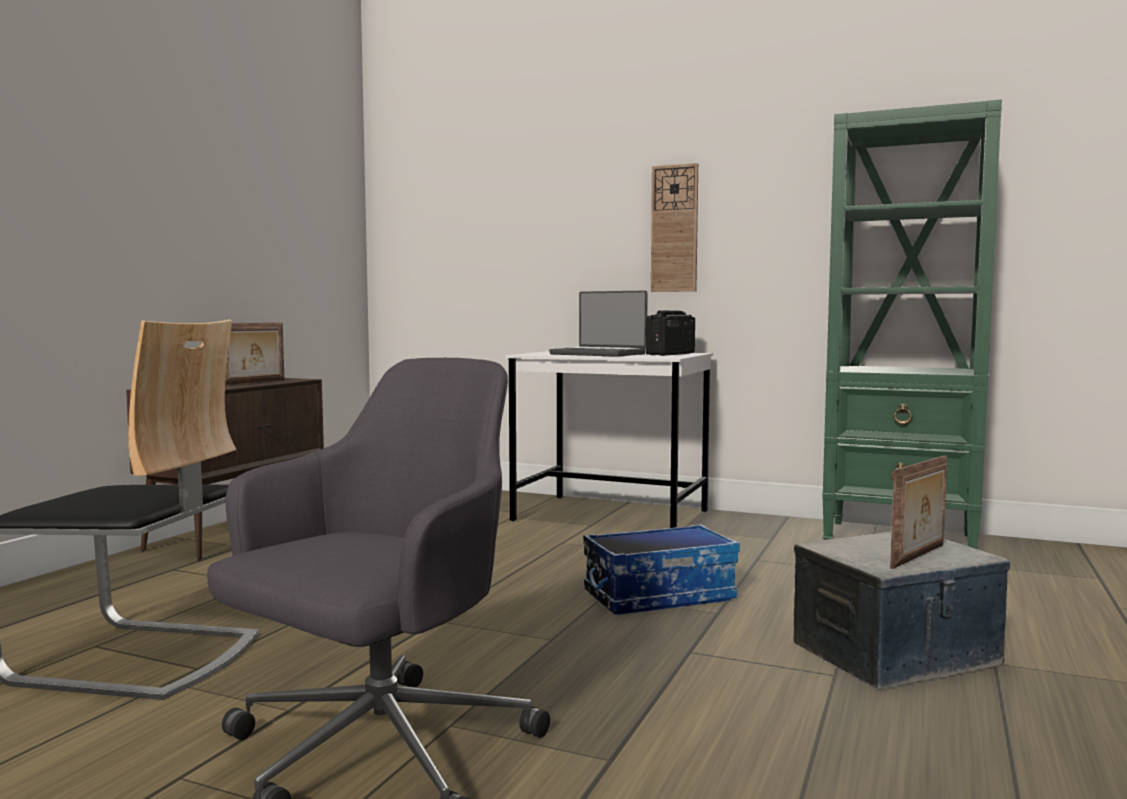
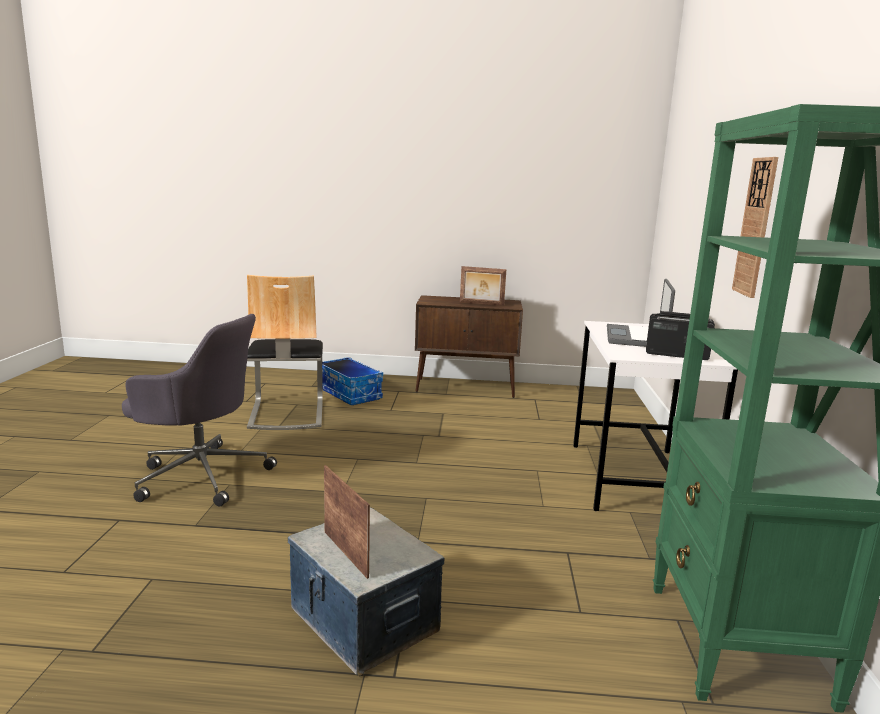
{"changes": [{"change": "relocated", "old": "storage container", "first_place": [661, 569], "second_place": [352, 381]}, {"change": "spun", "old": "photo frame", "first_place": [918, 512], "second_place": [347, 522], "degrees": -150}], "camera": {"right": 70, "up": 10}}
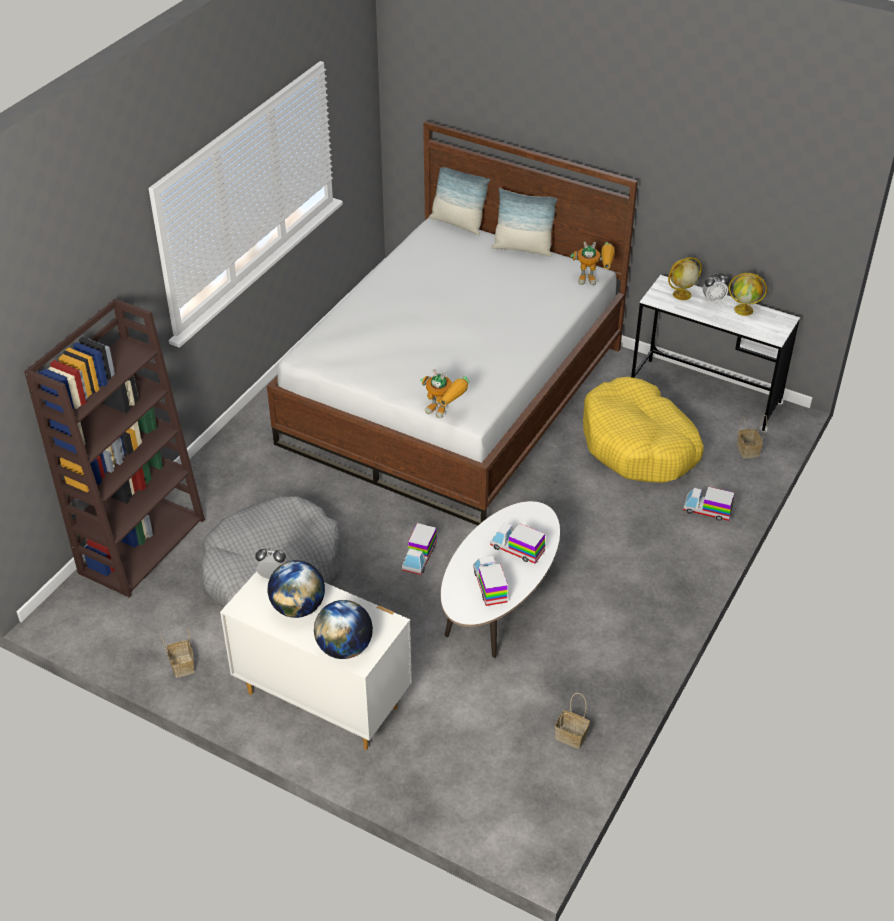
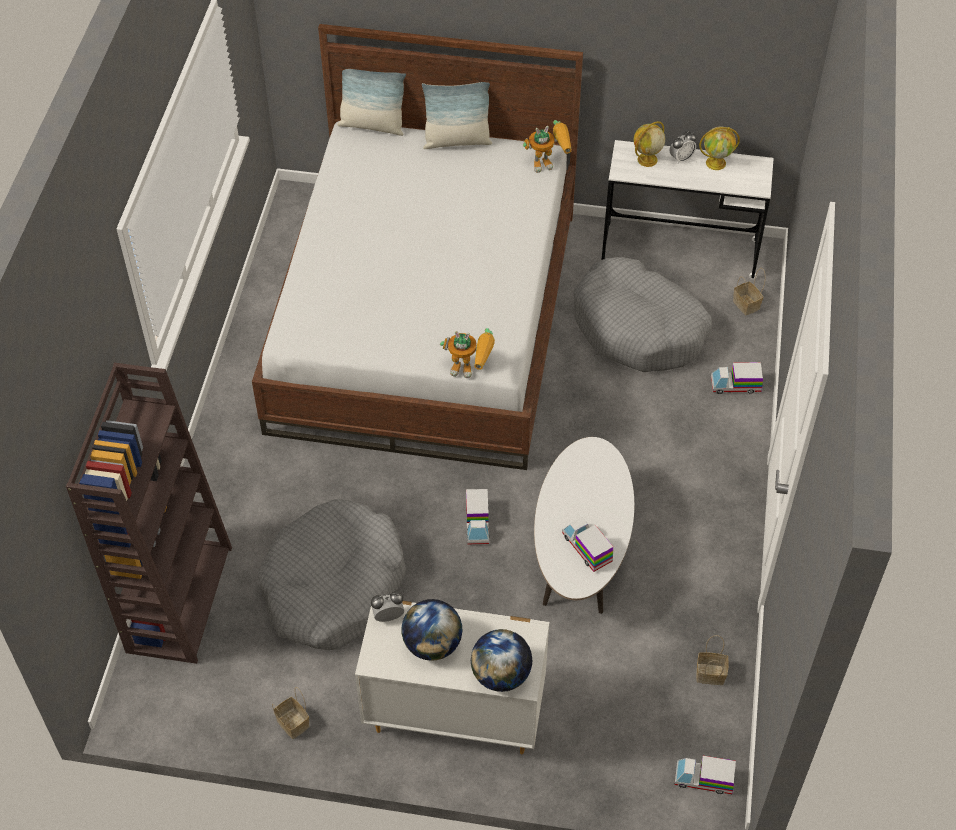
{"changes": [{"change": "relocated", "old": "toy lorry", "first_place": [517, 543], "second_place": [705, 775]}, {"change": "colour", "old": "dog cushion in yellow-coloured", "new": "dog cushion in greyish", "first_place": [643, 430], "second_place": [643, 314]}], "camera": {"right": -20, "up": 10}}
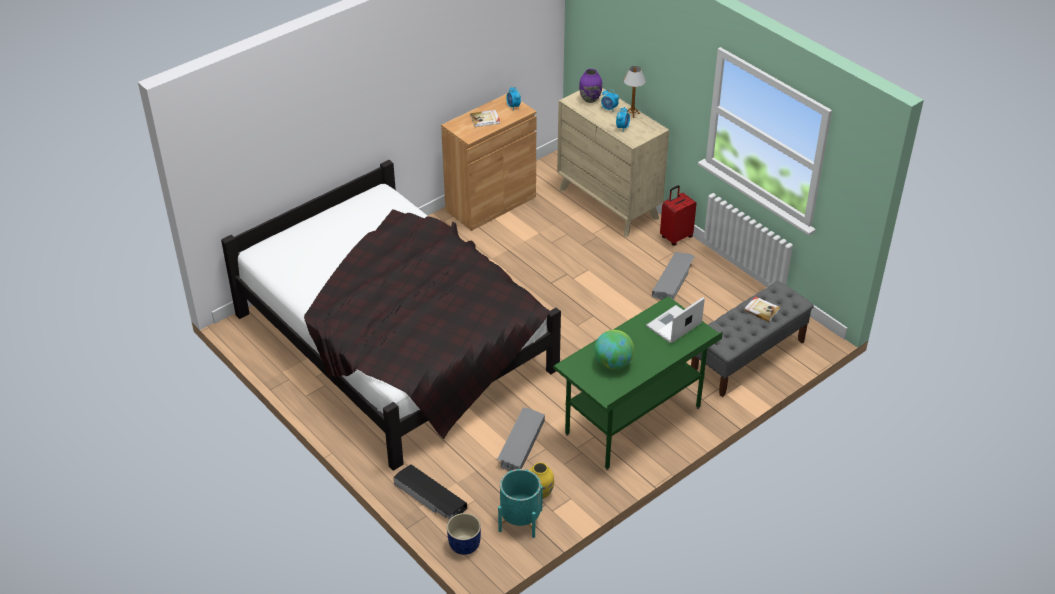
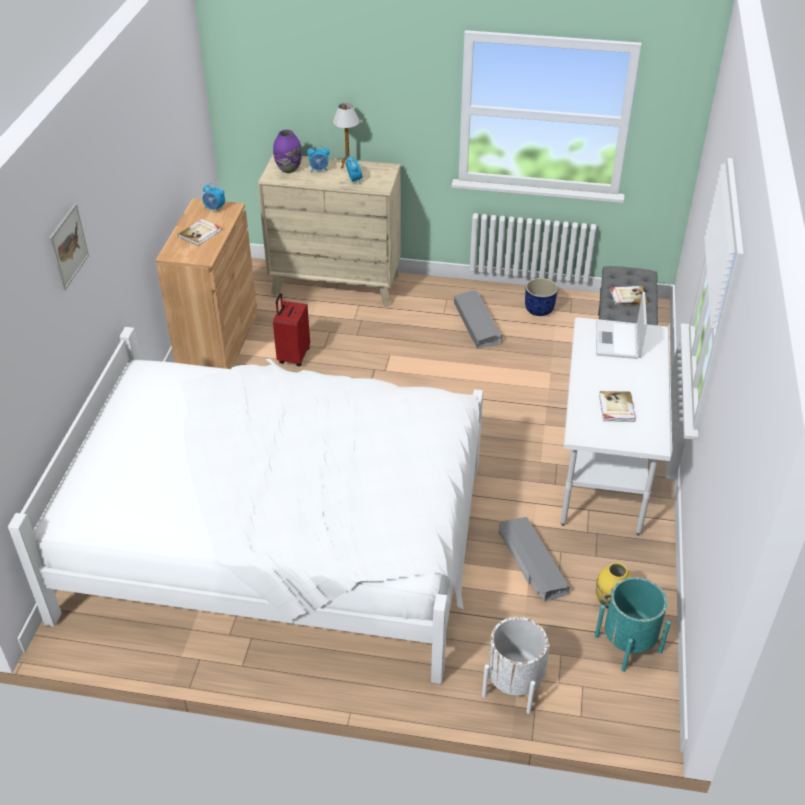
{"changes": [{"change": "colour", "old": "bedroom bed in blackish", "new": "bedroom bed in white", "first_place": [391, 315], "second_place": [245, 505]}, {"change": "exchanged", "old": "storage container in blackish", "new": "plant pot in white", "first_place": [430, 491], "second_place": [516, 665]}, {"change": "relocated", "old": "plant pot in blue-coloured", "first_place": [464, 534], "second_place": [541, 297]}, {"change": "colour", "old": "desk table in green-coloured", "new": "desk table in white", "first_place": [638, 383], "second_place": [616, 426]}, {"change": "exchanged", "old": "globe", "new": "volume", "first_place": [614, 350], "second_place": [617, 406]}, {"change": "relocated", "old": "travel case in reddish", "first_place": [678, 215], "second_place": [291, 329]}, {"change": "appeared", "new": "wall picture", "second_place": [69, 247]}], "camera": {"right": -40, "up": 0}}
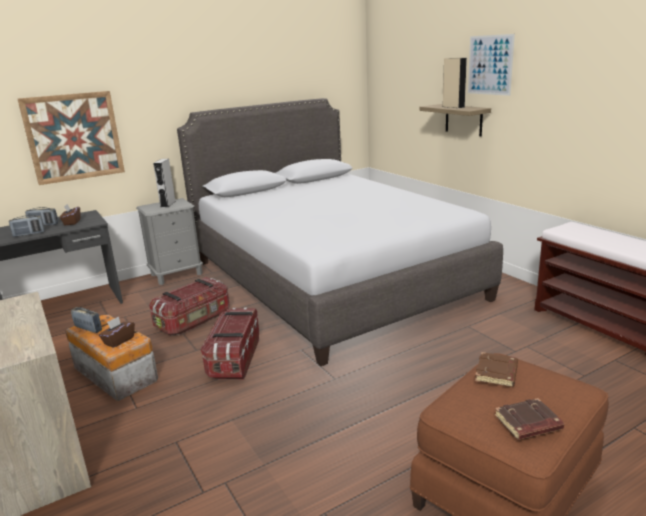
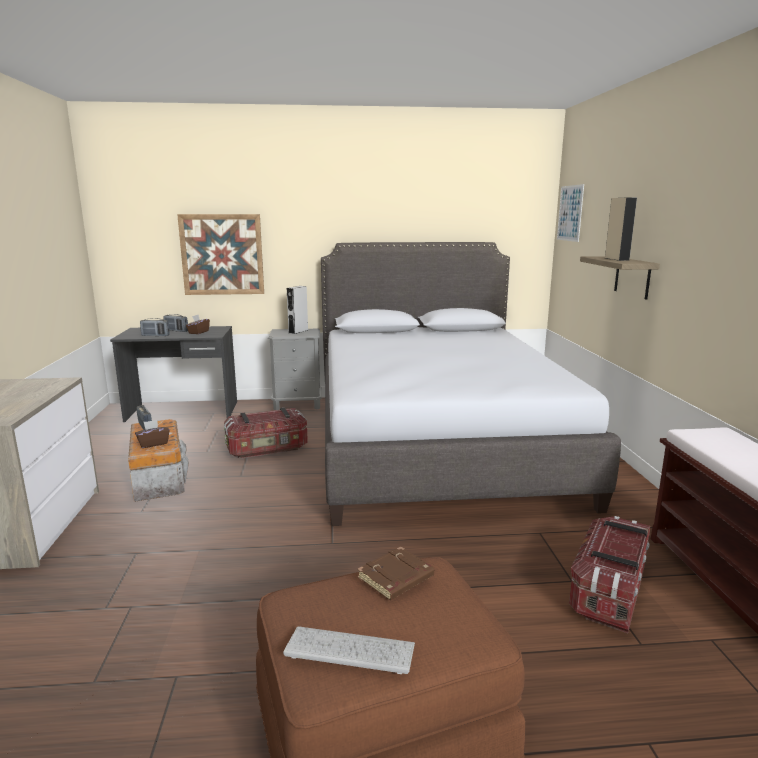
{"changes": [{"change": "relocated", "old": "storage container", "first_place": [230, 344], "second_place": [609, 574]}, {"change": "relocated", "old": "wall picture", "first_place": [491, 65], "second_place": [570, 213]}, {"change": "exchanged", "old": "volume in brownish", "new": "keyboard", "first_place": [529, 419], "second_place": [349, 650]}], "camera": {"right": 25, "up": -5}}
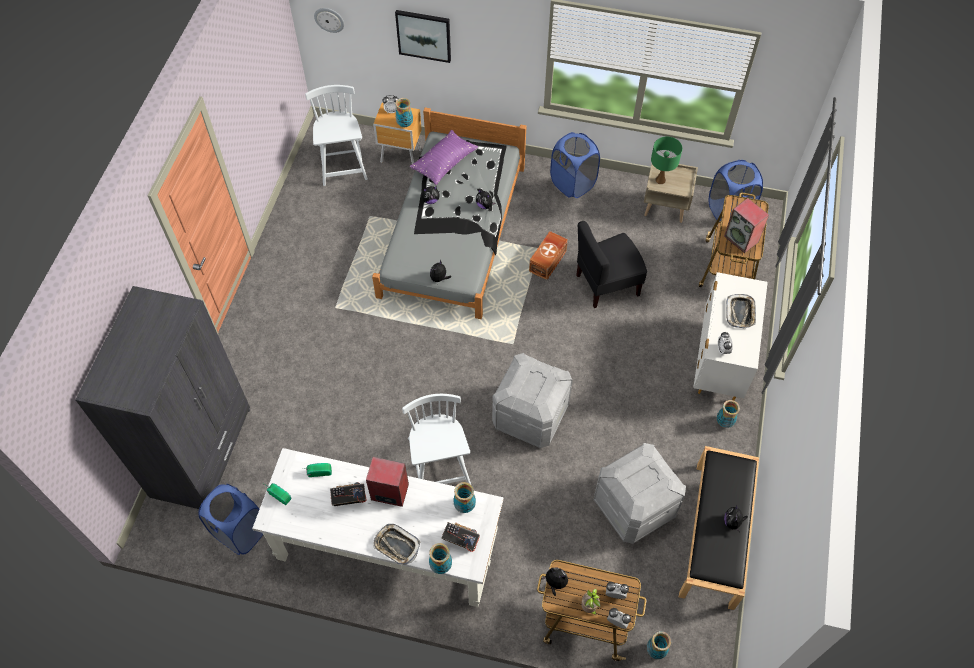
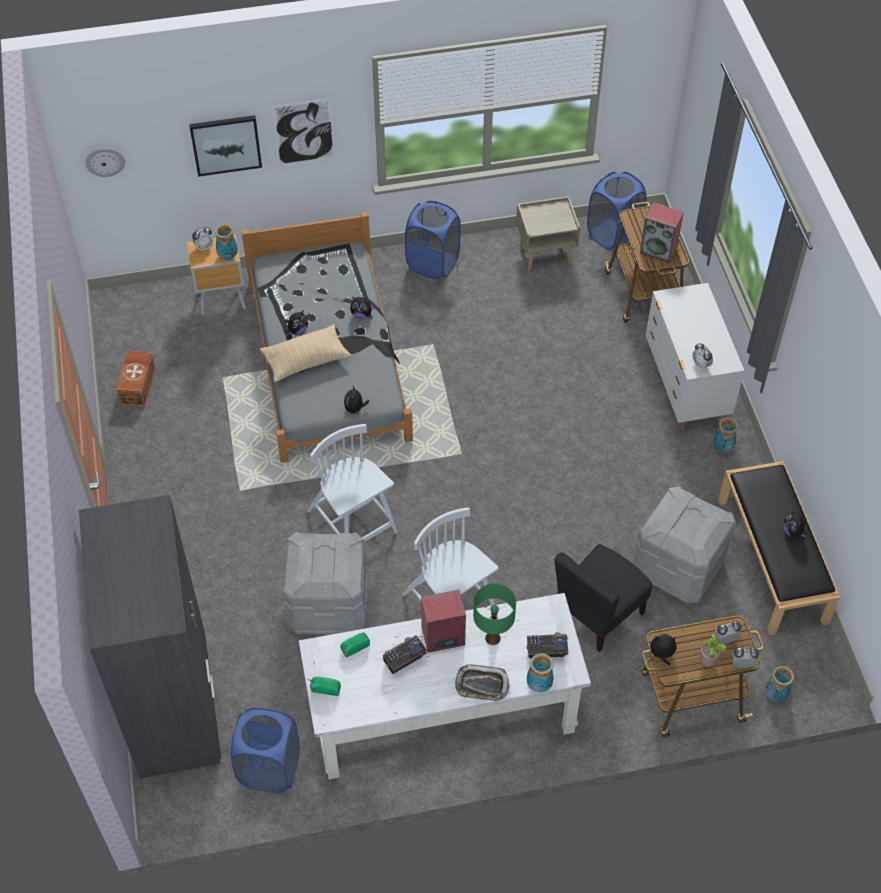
{"changes": [{"change": "relocated", "old": "plain chair in white", "first_place": [336, 135], "second_place": [352, 483]}, {"change": "missing", "old": "throw pillow in purplish", "first_place": [444, 157]}, {"change": "missing", "old": "decorative vase", "first_place": [464, 497]}, {"change": "relocated", "old": "storage container in greyish", "first_place": [532, 400], "second_place": [324, 583]}, {"change": "relocated", "old": "storage container in brownish", "first_place": [548, 255], "second_place": [135, 379]}, {"change": "relocated", "old": "plain chair in blackish", "first_place": [611, 264], "second_place": [604, 598]}, {"change": "relocated", "old": "tabletop lamp in green-coloured", "first_place": [666, 160], "second_place": [494, 614]}, {"change": "missing", "old": "tray", "first_place": [741, 311]}, {"change": "appeared", "new": "throw pillow in sand-coloured", "second_place": [306, 353]}, {"change": "appeared", "new": "wall picture", "second_place": [303, 131]}], "camera": {"right": -25, "up": -5}}
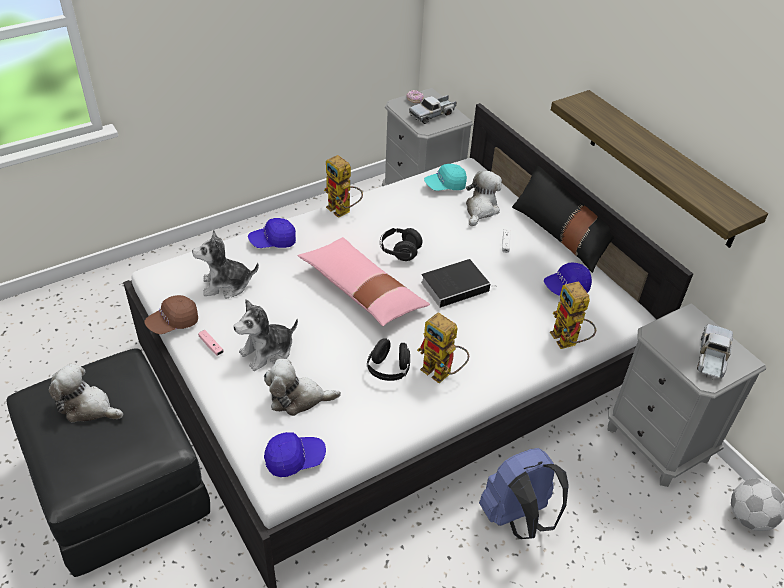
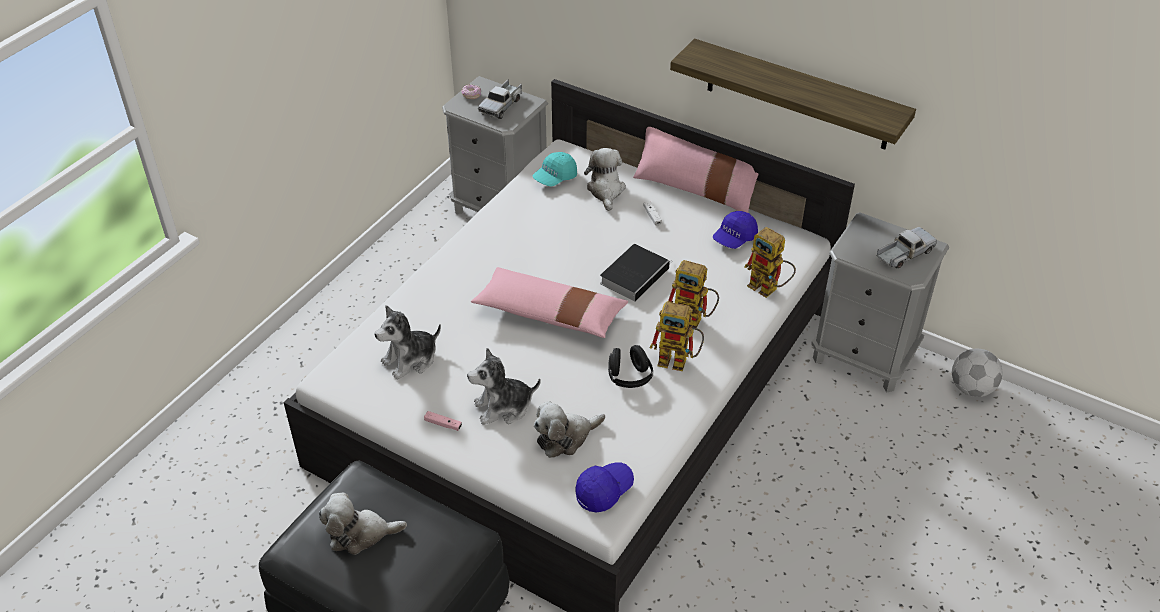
{"changes": [{"change": "missing", "old": "baseball cap in brownish", "first_place": [171, 314]}, {"change": "spun", "old": "cuddly toy", "first_place": [266, 335], "second_place": [504, 386], "degrees": 45}, {"change": "missing", "old": "baseball cap in blue-coloured", "first_place": [272, 233]}, {"change": "relocated", "old": "toy robot", "first_place": [343, 186], "second_place": [693, 294]}, {"change": "missing", "old": "headphones in blackish", "first_place": [401, 244]}, {"change": "missing", "old": "knapsack in blue-coloured", "first_place": [524, 493]}, {"change": "colour", "old": "throw pillow in blackish", "new": "throw pillow in pink", "first_place": [563, 219], "second_place": [696, 170]}, {"change": "spun", "old": "toy lorry", "first_place": [715, 351], "second_place": [907, 247], "degrees": 60}], "camera": {"right": -25, "up": 0}}
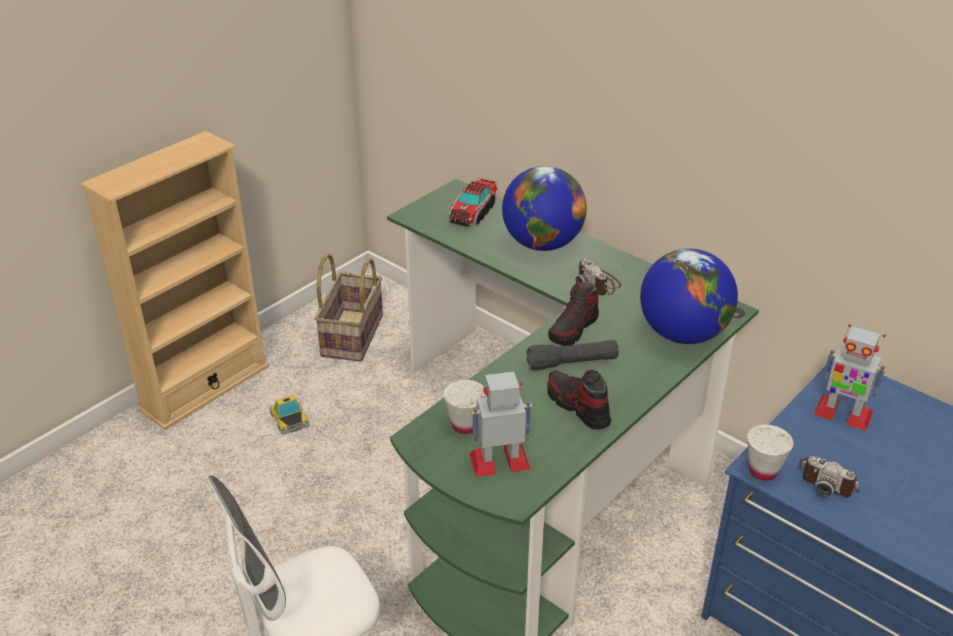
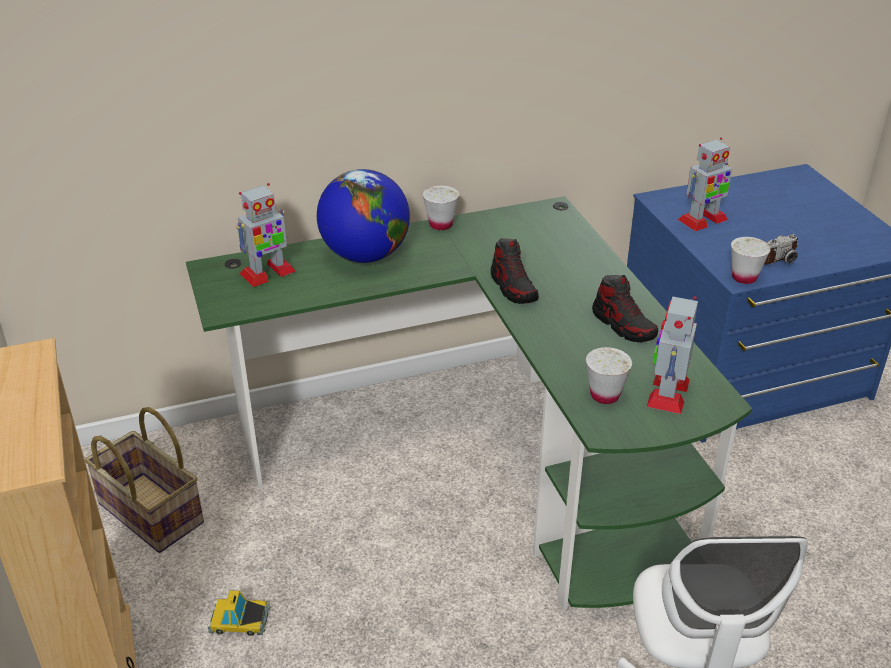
{"changes": [{"change": "exchanged", "old": "toy lorry", "new": "toy robot", "first_place": [473, 202], "second_place": [266, 235]}, {"change": "missing", "old": "torch in blackish", "first_place": [572, 355]}, {"change": "spun", "old": "shoe", "first_place": [579, 400], "second_place": [625, 308], "degrees": -120}, {"change": "missing", "old": "still camera", "first_place": [598, 276]}, {"change": "missing", "old": "globe", "first_place": [689, 296]}, {"change": "appeared", "new": "drinking cup in white", "second_place": [441, 208]}], "camera": {"right": -60, "up": 0}}
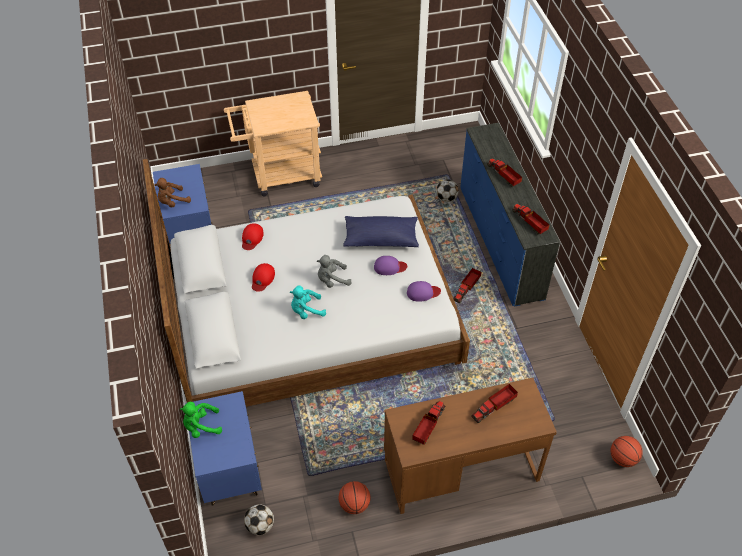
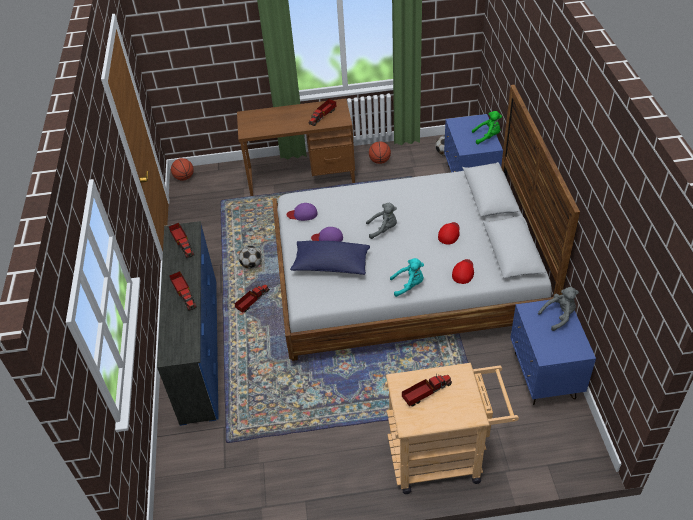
{"changes": [{"change": "colour", "old": "cuddly toy in brownish", "new": "cuddly toy in greyish", "first_place": [173, 193], "second_place": [558, 309]}, {"change": "relocated", "old": "cuddly toy in turquoise-coloured", "first_place": [308, 302], "second_place": [407, 277]}, {"change": "relocated", "old": "football ball", "first_place": [447, 190], "second_place": [250, 257]}, {"change": "relocated", "old": "toy lorry", "first_place": [494, 403], "second_place": [427, 390]}], "camera": {"right": -170, "up": -5}}
